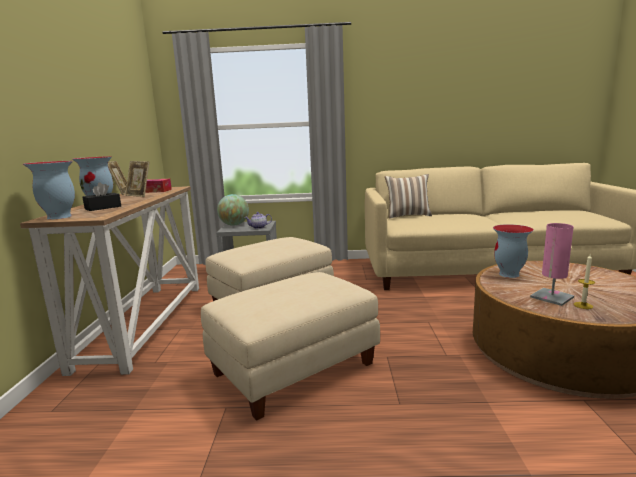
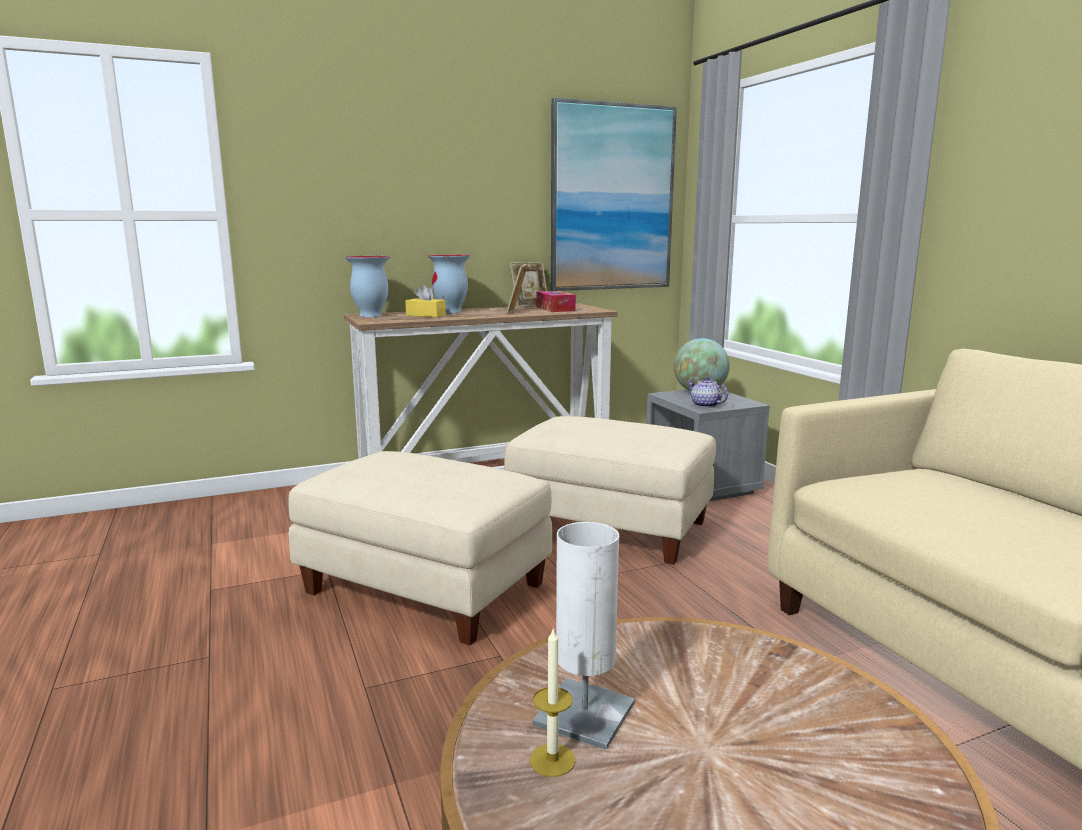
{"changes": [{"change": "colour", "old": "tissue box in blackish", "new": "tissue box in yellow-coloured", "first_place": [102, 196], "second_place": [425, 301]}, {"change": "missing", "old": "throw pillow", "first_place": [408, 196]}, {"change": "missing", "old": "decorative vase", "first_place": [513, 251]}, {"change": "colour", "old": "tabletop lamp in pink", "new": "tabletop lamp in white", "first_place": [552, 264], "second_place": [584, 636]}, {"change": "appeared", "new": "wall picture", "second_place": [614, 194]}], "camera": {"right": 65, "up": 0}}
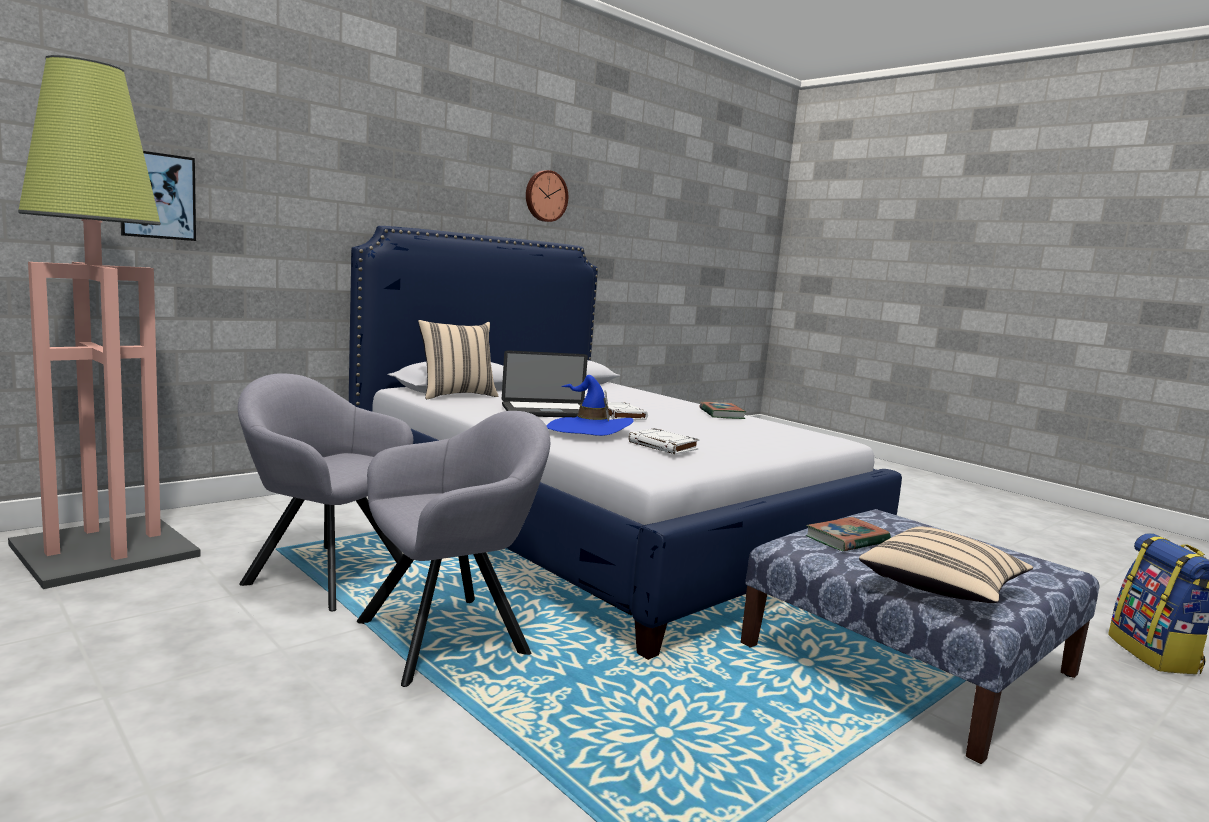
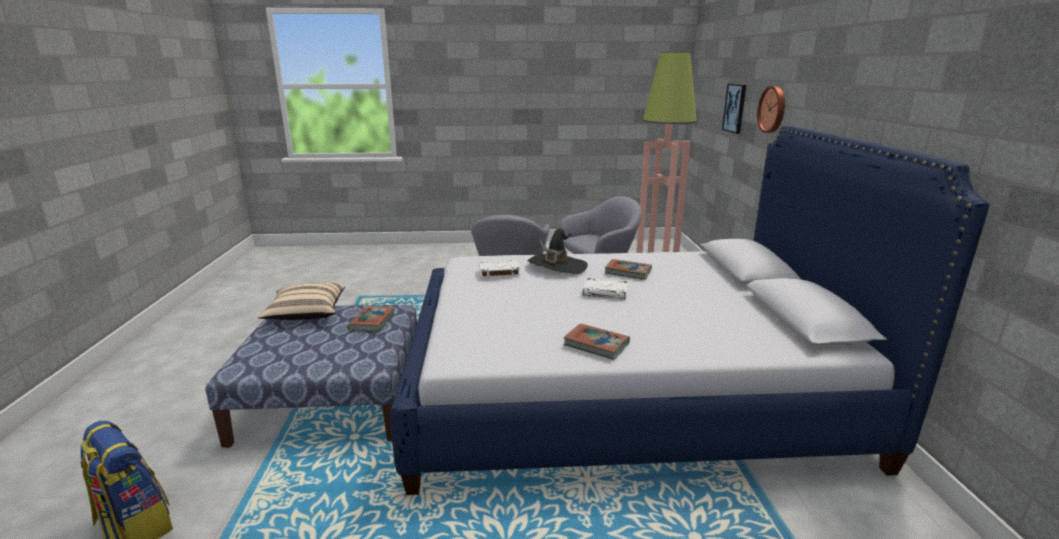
{"changes": [{"change": "missing", "old": "throw pillow in sand-coloured", "first_place": [458, 359]}, {"change": "exchanged", "old": "notebook computer", "new": "volume", "first_place": [545, 384], "second_place": [628, 269]}, {"change": "relocated", "old": "hanging clock", "first_place": [547, 196], "second_place": [771, 109]}, {"change": "colour", "old": "wearable hat in blue-coloured", "new": "wearable hat in blackish", "first_place": [590, 405], "second_place": [557, 251]}], "camera": {"right": 130, "up": 10}}
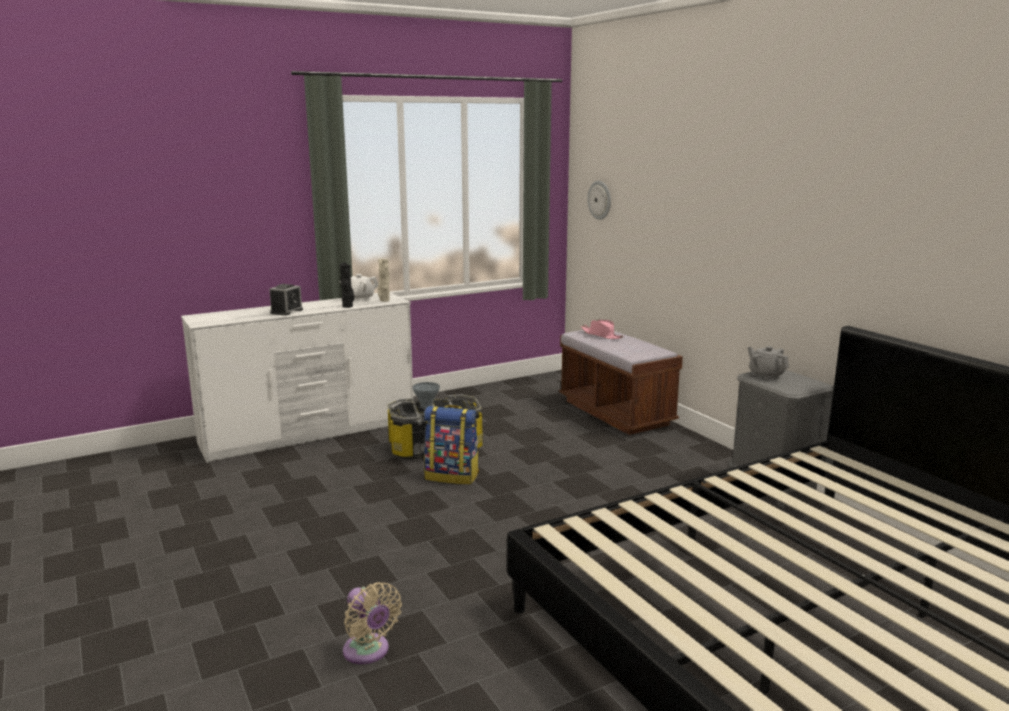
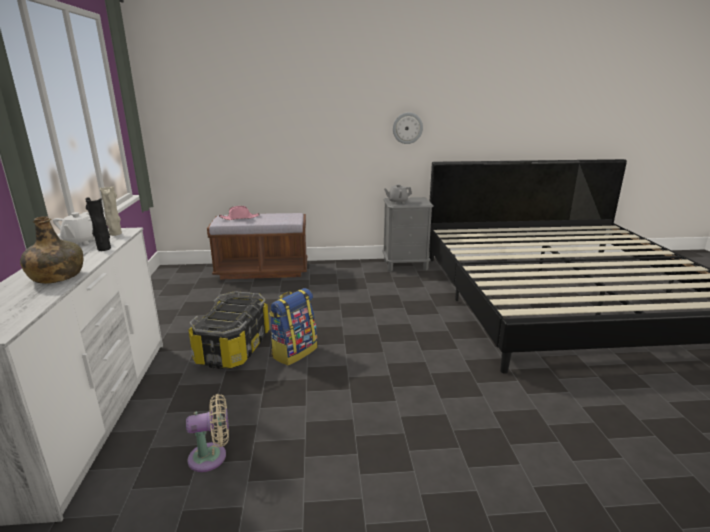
{"changes": [{"change": "exchanged", "old": "bedside clock", "new": "beverage bottle in green-coloured", "first_place": [286, 300], "second_place": [51, 250]}, {"change": "relocated", "old": "electric fan in sand-coloured", "first_place": [372, 623], "second_place": [207, 433]}, {"change": "missing", "old": "decorative vase in greyish", "first_place": [426, 395]}, {"change": "relocated", "old": "hanging clock", "first_place": [599, 200], "second_place": [408, 128]}], "camera": {"right": -65, "up": 5}}
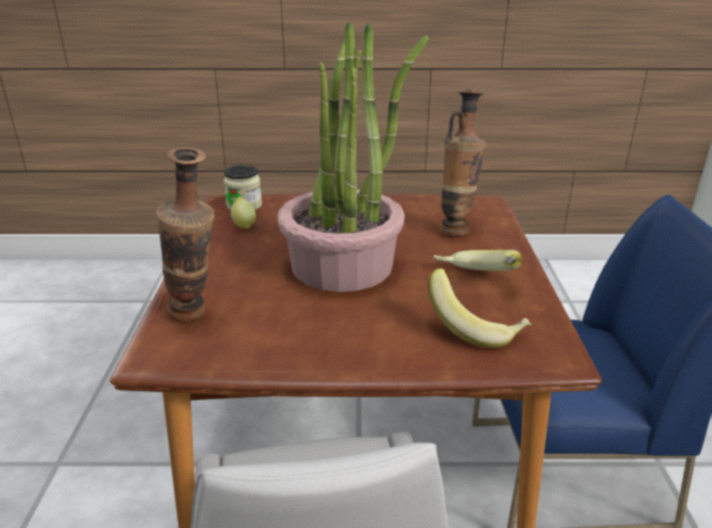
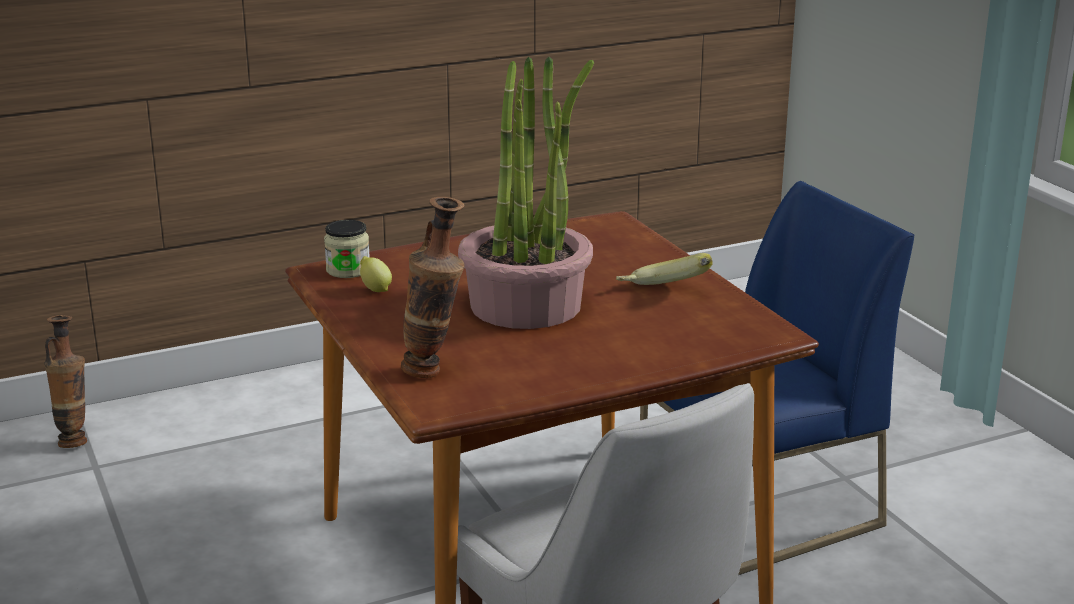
{"changes": [{"change": "missing", "old": "banana", "first_place": [479, 308]}, {"change": "relocated", "old": "decorative vase", "first_place": [463, 162], "second_place": [65, 381]}], "camera": {"right": -25, "up": -5}}
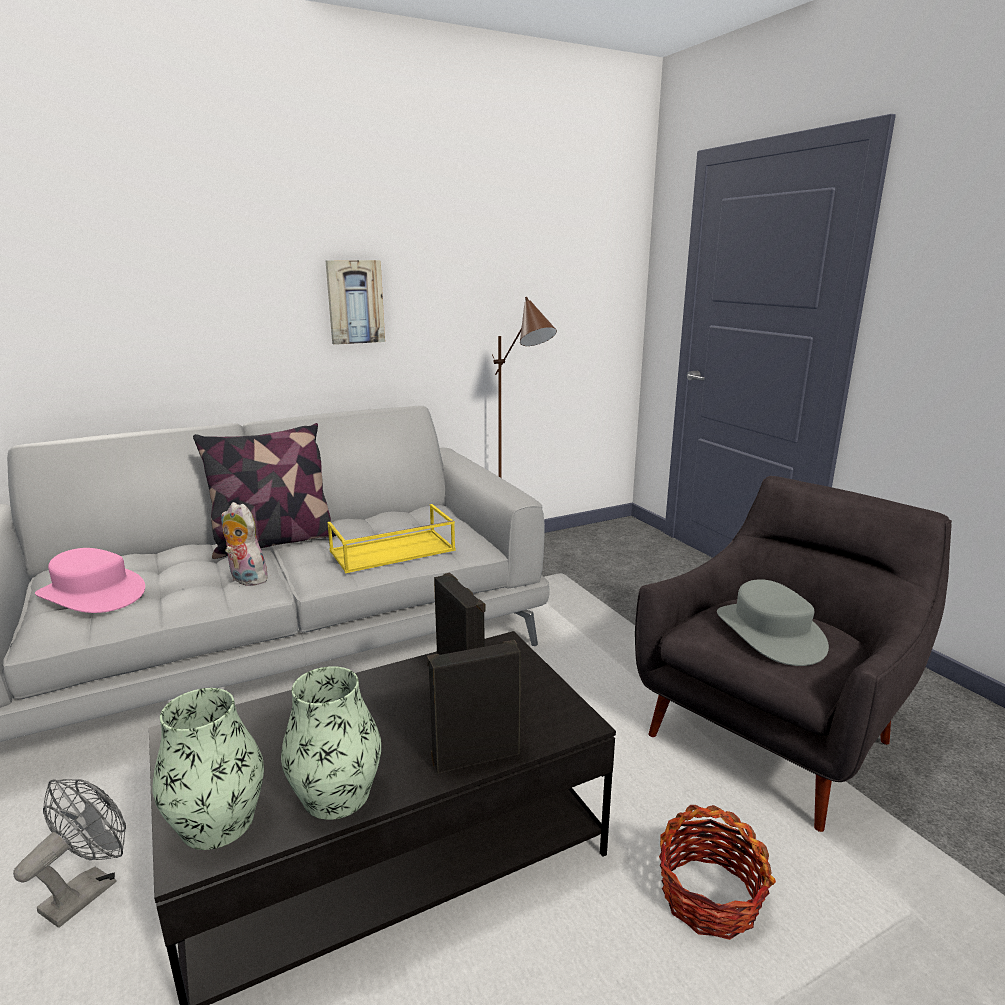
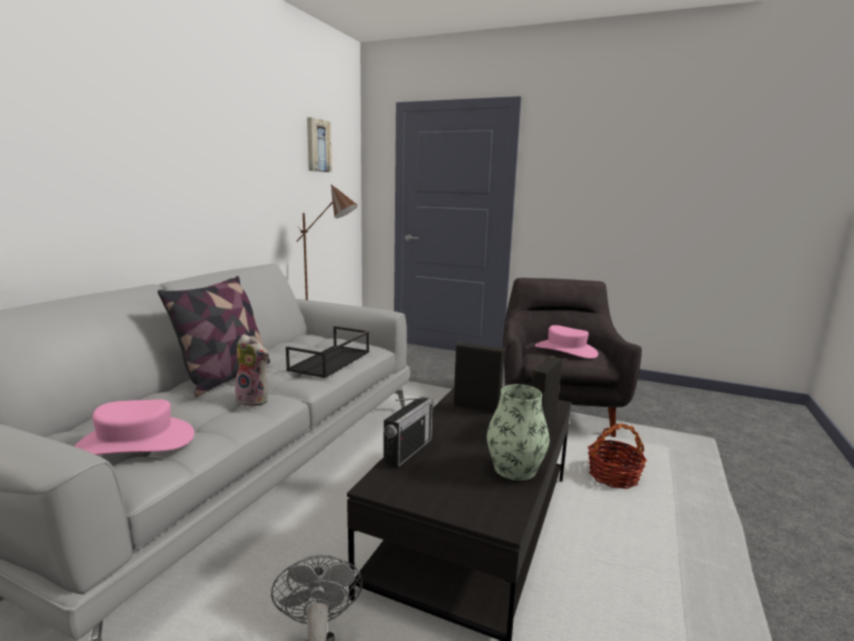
{"changes": [{"change": "missing", "old": "decorative vase", "first_place": [208, 769]}, {"change": "spun", "old": "cuddly toy", "first_place": [244, 544], "second_place": [252, 370], "degrees": -150}, {"change": "relocated", "old": "wall picture", "first_place": [355, 302], "second_place": [319, 144]}, {"change": "colour", "old": "tray in yellow-coloured", "new": "tray in blackish", "first_place": [391, 538], "second_place": [327, 352]}, {"change": "colour", "old": "wearable hat in greyish", "new": "wearable hat in pink", "first_place": [773, 622], "second_place": [566, 342]}, {"change": "appeared", "new": "radio", "second_place": [409, 432]}], "camera": {"right": -40, "up": -5}}
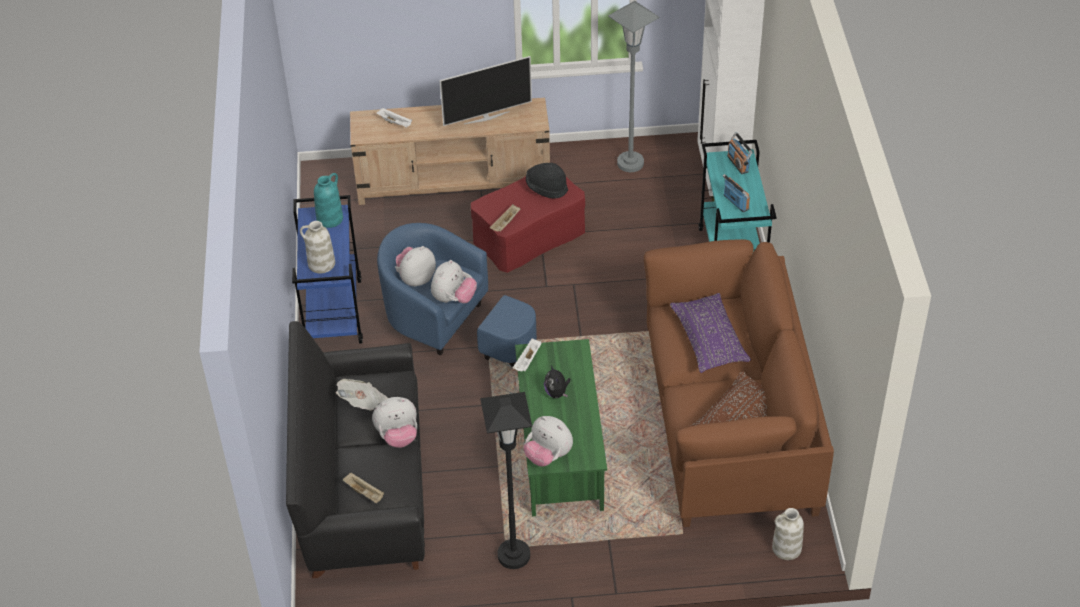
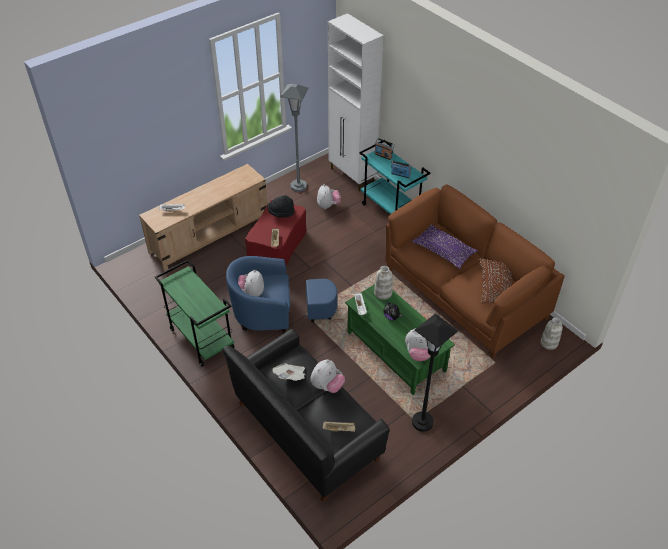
{"changes": [{"change": "colour", "old": "wheeled cart in blue-coloured", "new": "wheeled cart in green-coloured", "first_place": [327, 269], "second_place": [194, 313]}, {"change": "relocated", "old": "decorative vase in white", "first_place": [317, 247], "second_place": [383, 283]}, {"change": "missing", "old": "decorative vase in turquoise-coloured", "first_place": [328, 200]}, {"change": "relocated", "old": "cuddly toy", "first_place": [454, 281], "second_place": [329, 196]}, {"change": "missing", "old": "TV", "first_place": [485, 91]}], "camera": {"right": -35, "up": 0}}
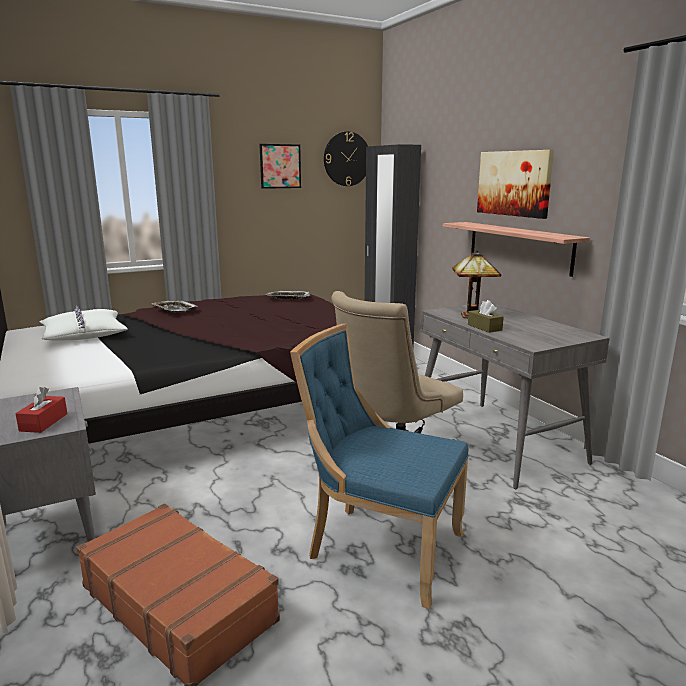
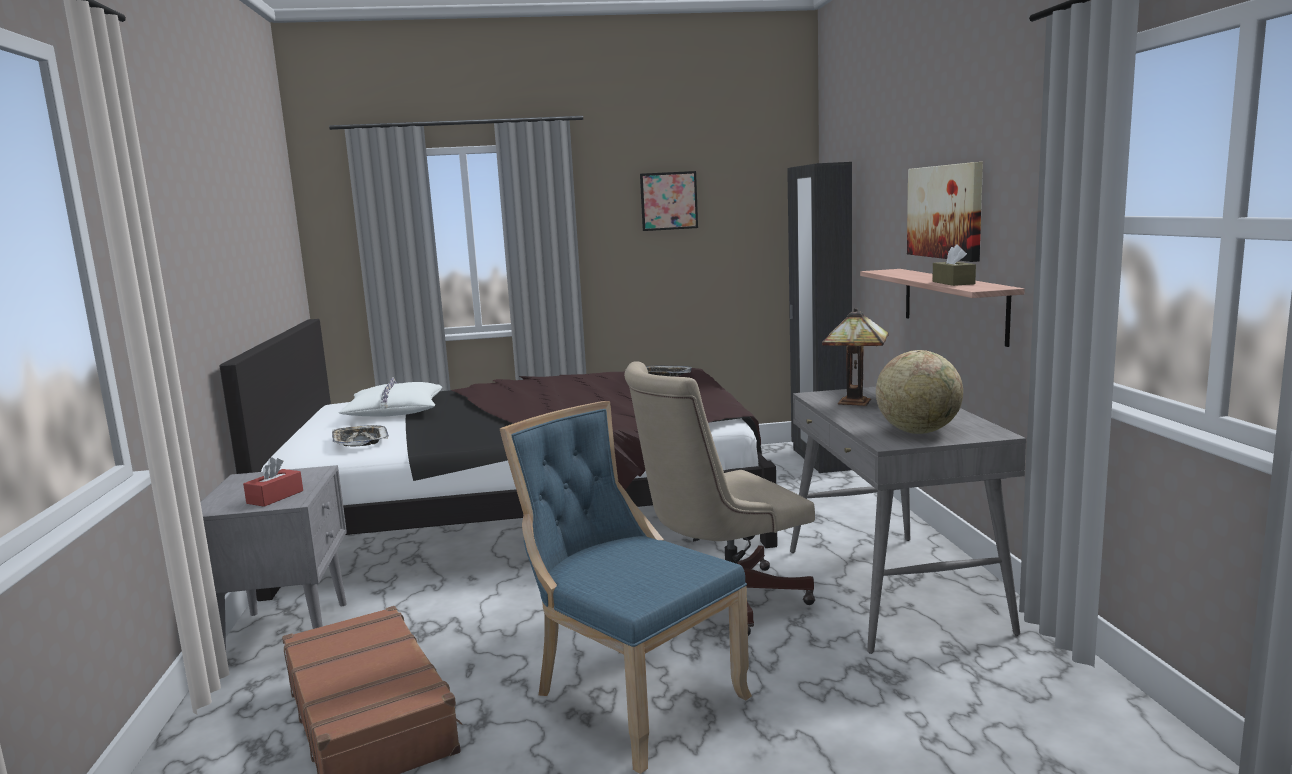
{"changes": [{"change": "relocated", "old": "tray", "first_place": [174, 306], "second_place": [360, 436]}, {"change": "missing", "old": "hanging clock", "first_place": [346, 159]}, {"change": "relocated", "old": "tissue box in brownish", "first_place": [486, 316], "second_place": [954, 265]}, {"change": "appeared", "new": "globe", "second_place": [919, 392]}], "camera": {"right": 20, "up": -5}}
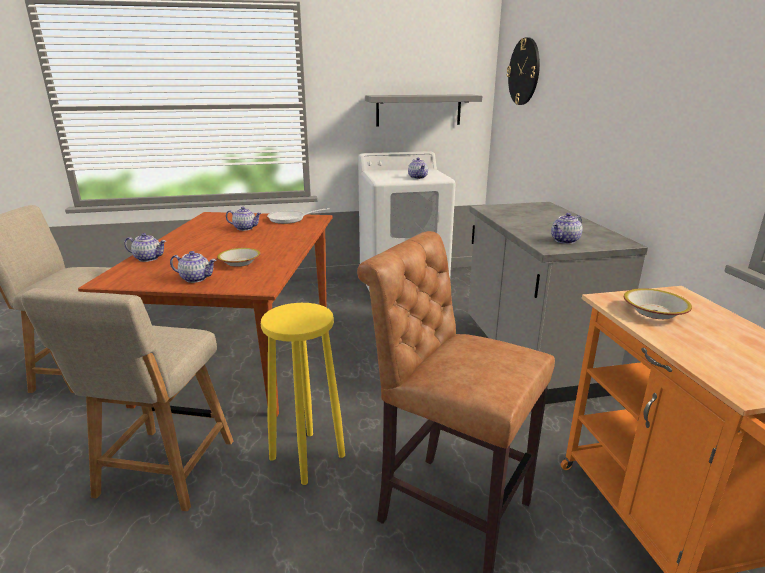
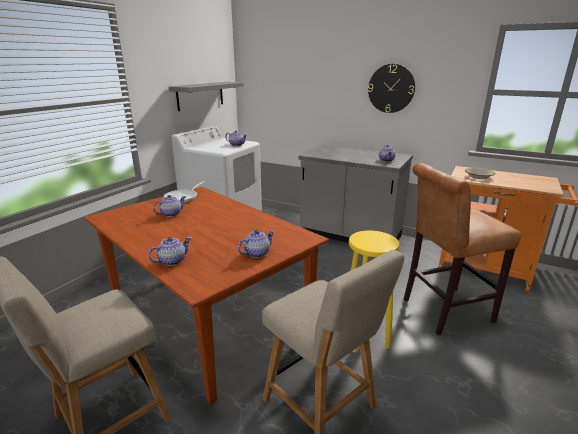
{"changes": [{"change": "missing", "old": "deep dish", "first_place": [238, 257]}, {"change": "relocated", "old": "hanging clock", "first_place": [523, 71], "second_place": [391, 88]}], "camera": {"right": -50, "up": 0}}
